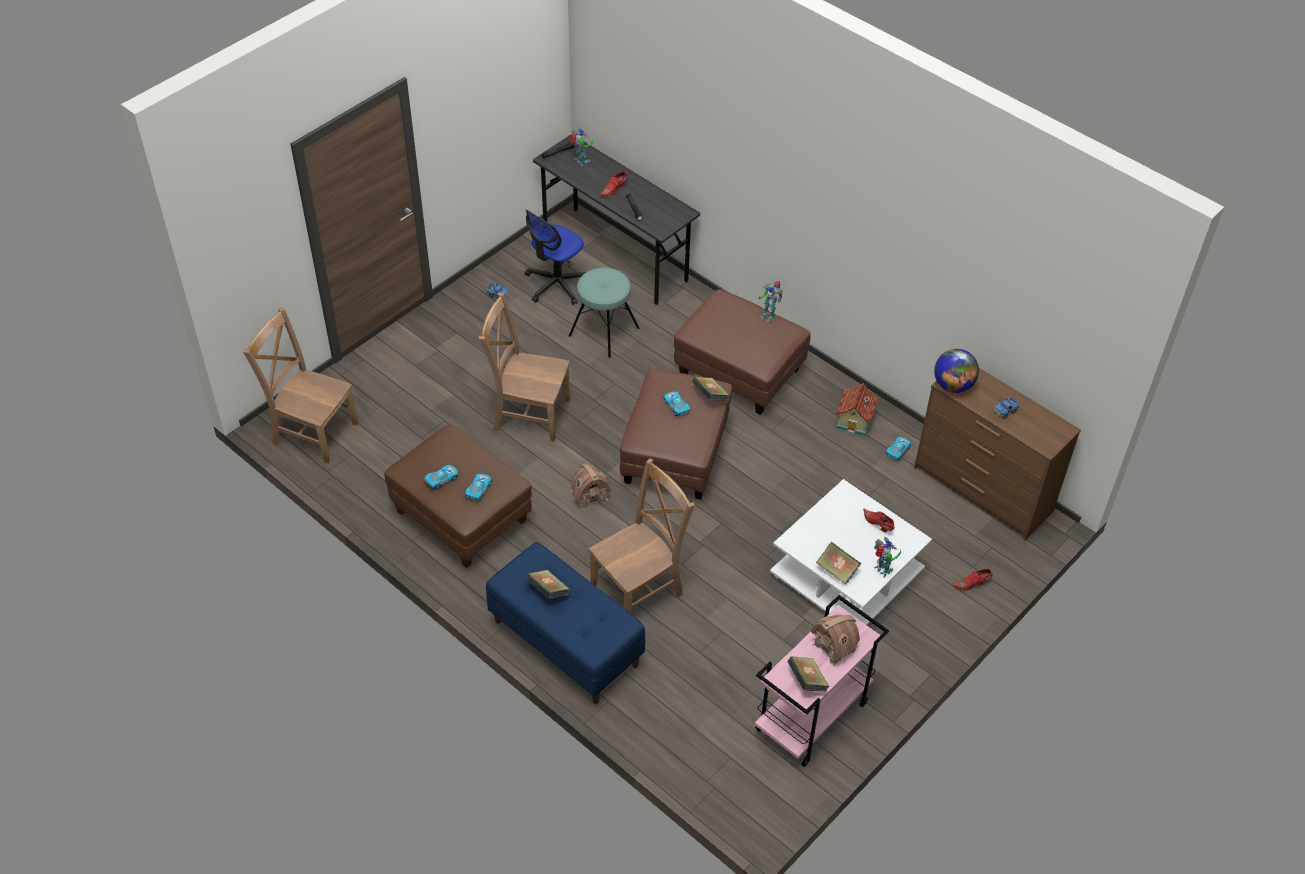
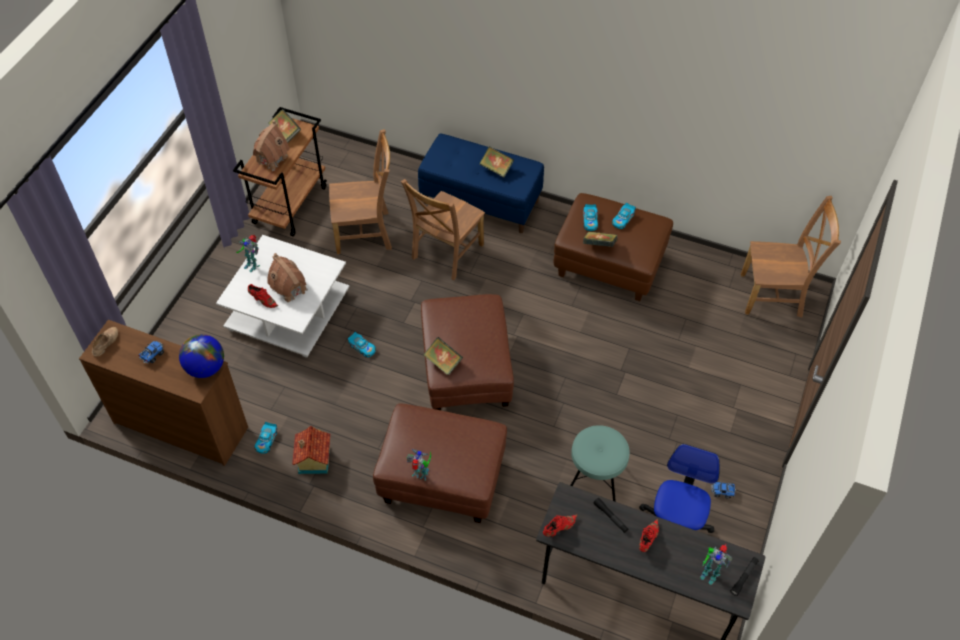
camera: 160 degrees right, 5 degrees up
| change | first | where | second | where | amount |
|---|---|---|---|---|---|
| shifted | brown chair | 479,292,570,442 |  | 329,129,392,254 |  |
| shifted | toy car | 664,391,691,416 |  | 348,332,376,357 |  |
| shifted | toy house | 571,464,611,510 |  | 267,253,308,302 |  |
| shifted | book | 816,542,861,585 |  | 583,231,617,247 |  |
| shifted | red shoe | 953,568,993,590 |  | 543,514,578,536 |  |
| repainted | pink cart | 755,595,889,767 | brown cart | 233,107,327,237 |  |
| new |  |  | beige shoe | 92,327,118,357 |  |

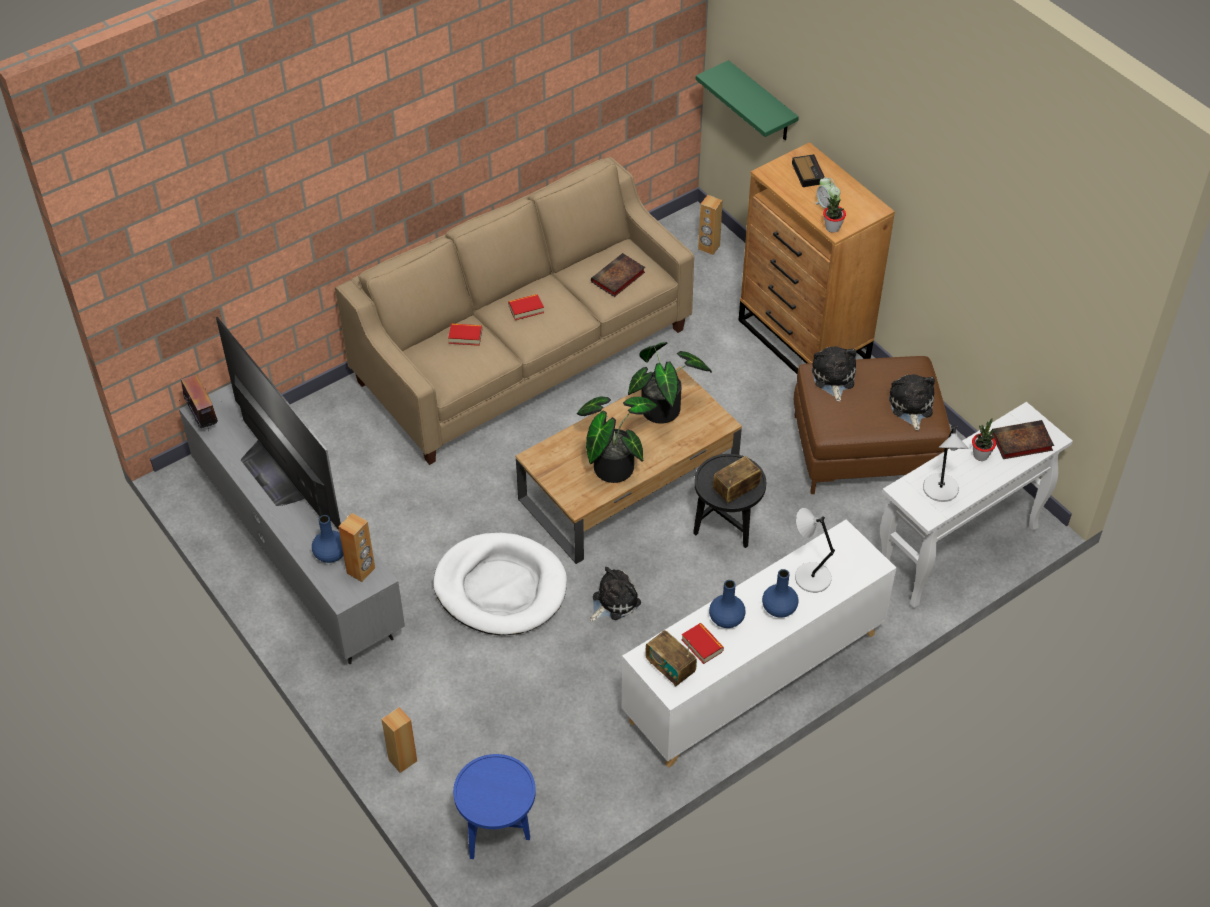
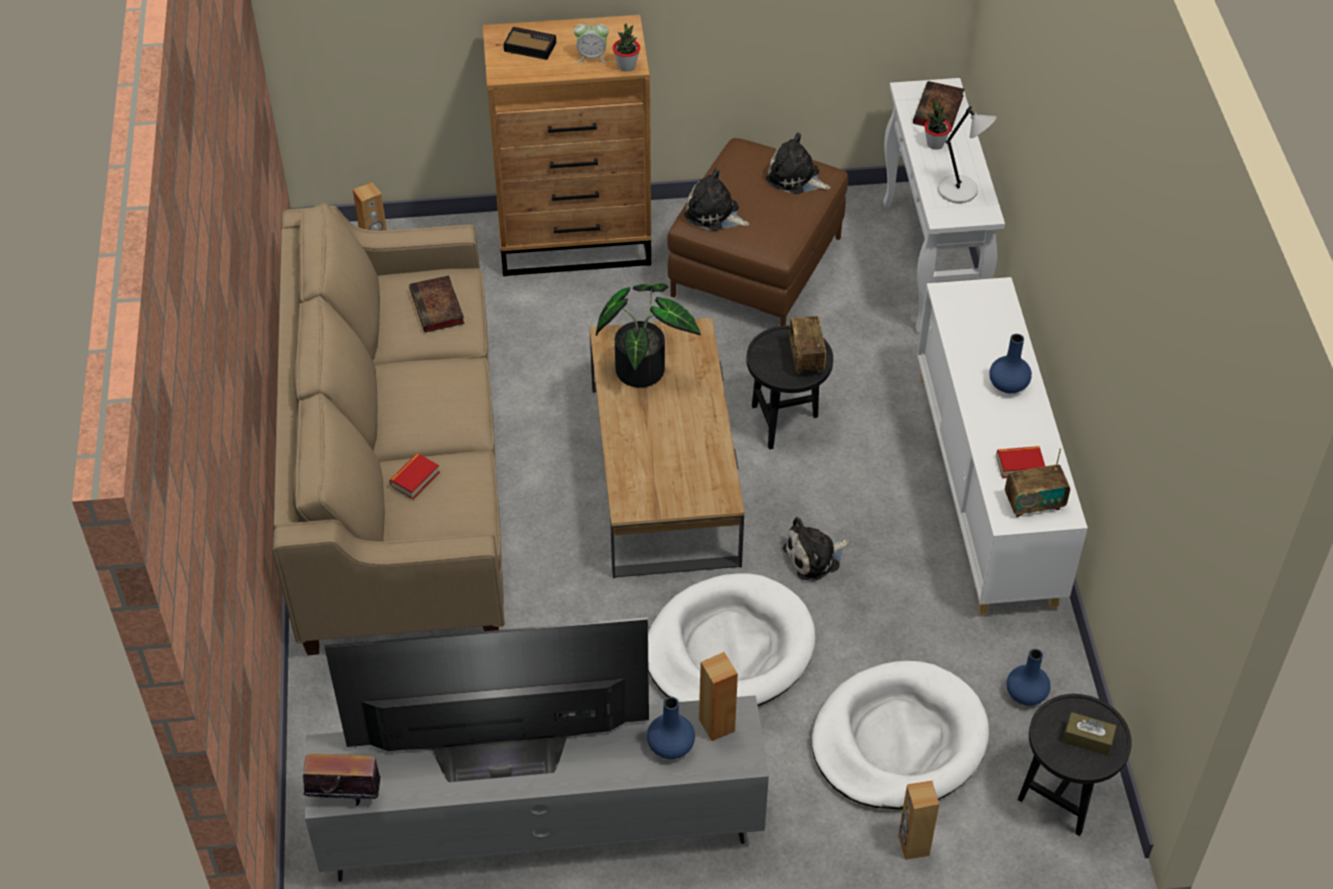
camera: 60 degrees left, 0 degrees up
| change | first | where | second | where | amount |
|---|---|---|---|---|---|
| gone | green shelf | 696,60,799,140 |  |  |  |
| gone | book | 508,294,544,320 |  |  |  |
| gone | potted plant | 577,396,658,483 |  |  |  |
| gone | grey table lamp | 795,508,835,593 |  |  |  |
| rotated | plush toy | 590,567,641,621 |  | 783,517,849,581 | 105 degrees counterclockwise |
| shifted | blue vase | 709,580,746,628 |  | 1007,649,1051,706 |  |
| repainted | blue side table | 453,754,536,859 | black side table | 1018,694,1132,836 |  |
| new |  |  | white dog bed | 812,661,989,810 |  |
| new |  |  | brown tissue box | 1063,712,1117,756 |  |

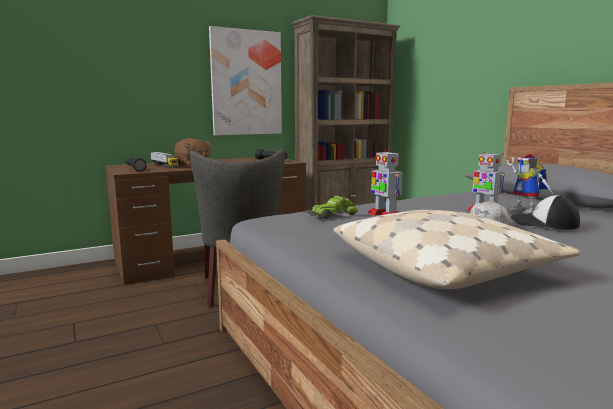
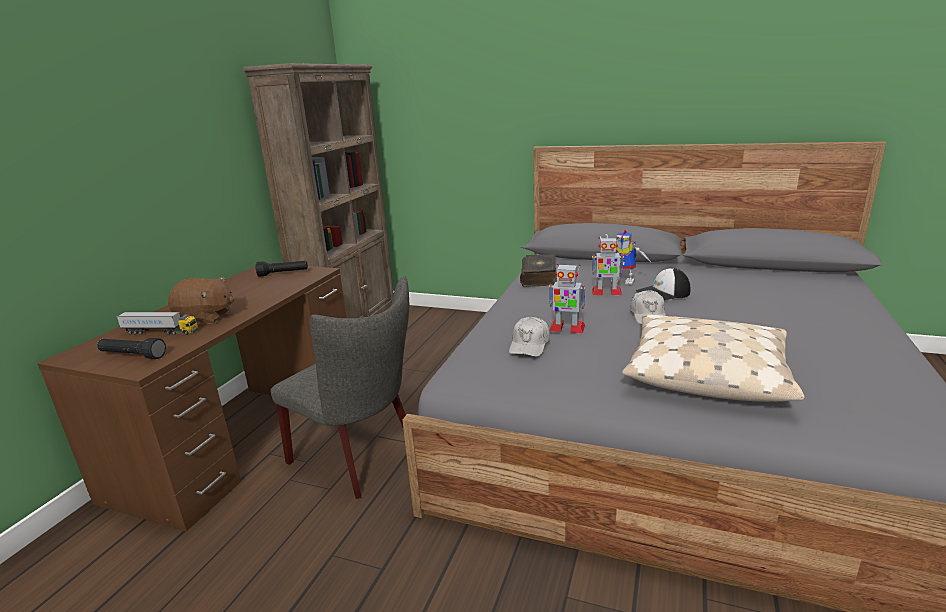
camera: 40 degrees left, 10 degrees up
| change | first | where | second | where | amount |
|---|---|---|---|---|---|
| gone | picture | 209,26,282,135 |  |  |  |
| swapped | toy car | 306,196,362,219 | white cap | 509,317,550,357 |  |
| new |  |  | book | 520,254,557,287 |  |

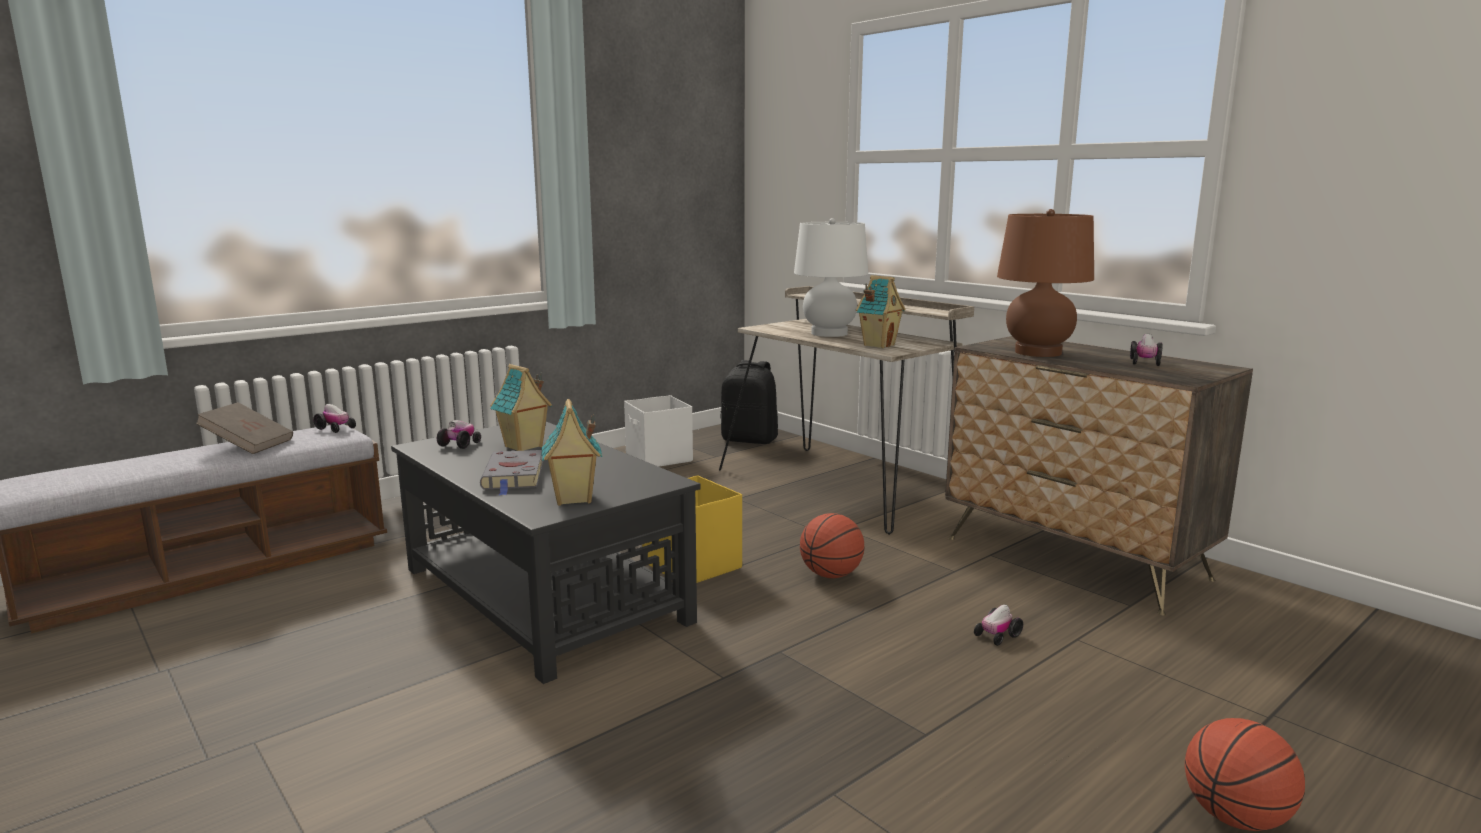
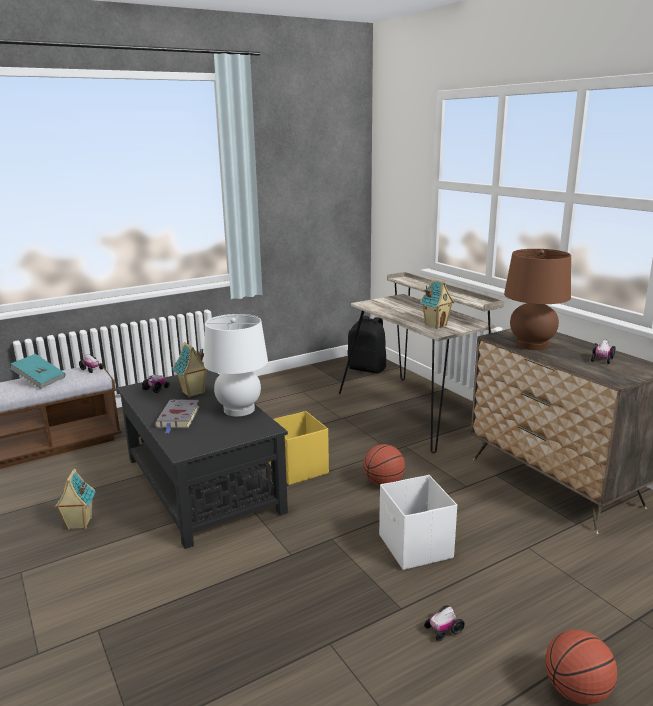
camera: 10 degrees right, 5 degrees up
| change | first | where | second | where | amount |
|---|---|---|---|---|---|
| shifted | white table lamp | 794,218,868,337 |  | 204,314,268,416 |  |
| shifted | white storage box | 624,395,693,467 |  | 379,475,457,570 |  |
| shifted | toy house | 541,399,602,506 |  | 54,468,95,530 |  |
| repainted | brown book | 196,402,293,454 | turquoise book | 10,354,65,389 |  |
| shifted | toy car | 974,605,1023,646 |  | 424,606,465,641 |  |

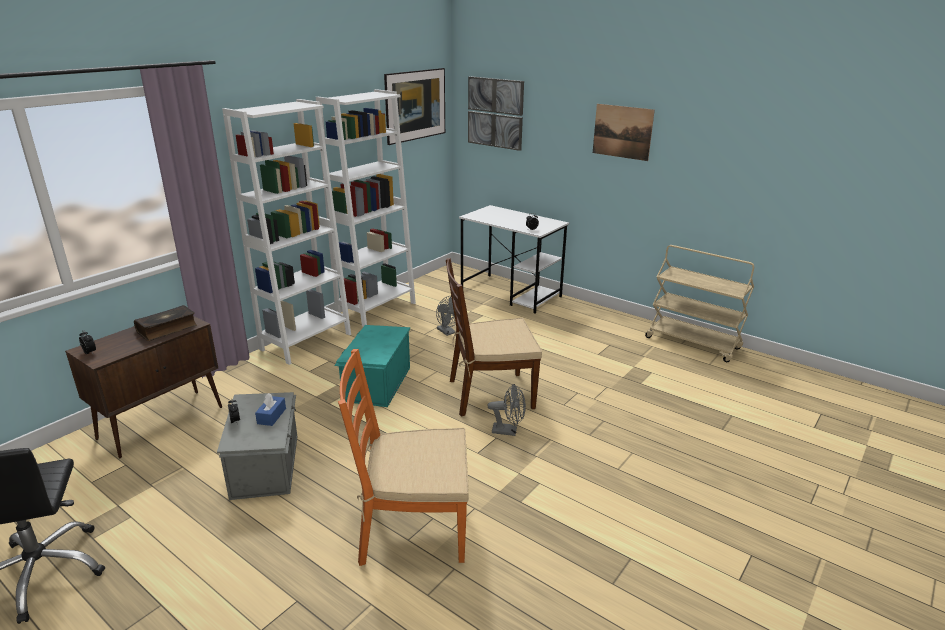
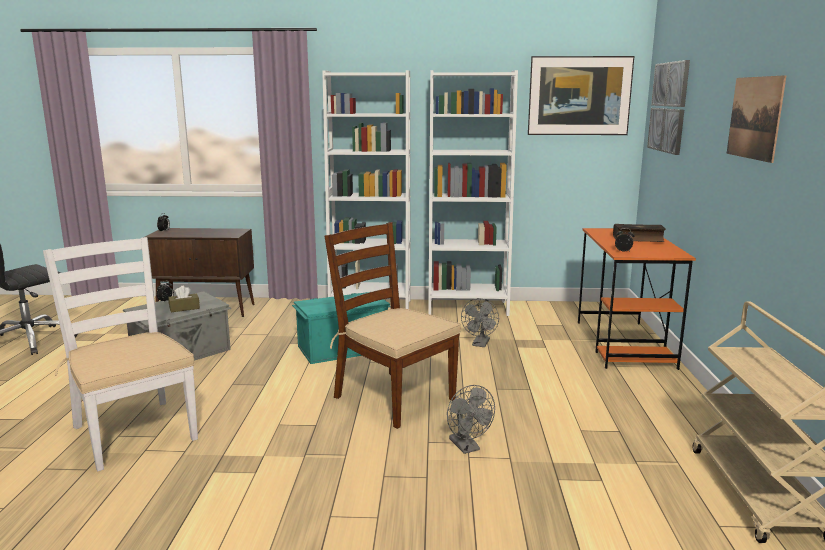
camera: 55 degrees right, 10 degrees down
| change | first | where | second | where | amount |
|---|---|---|---|---|---|
| repainted | white desk | 459,205,569,314 | orange desk | 578,228,696,370 |  |
| shifted | book | 134,305,197,341 |  | 613,224,666,242 |  |
| repainted | orange chair | 338,349,469,566 | white chair | 43,237,198,471 |  |
| shifted | grey fan | 488,384,526,436 |  | 447,385,495,454 |  |
| repainted | blue tissue box | 255,393,286,426 | brown tissue box | 168,286,200,312 |  |

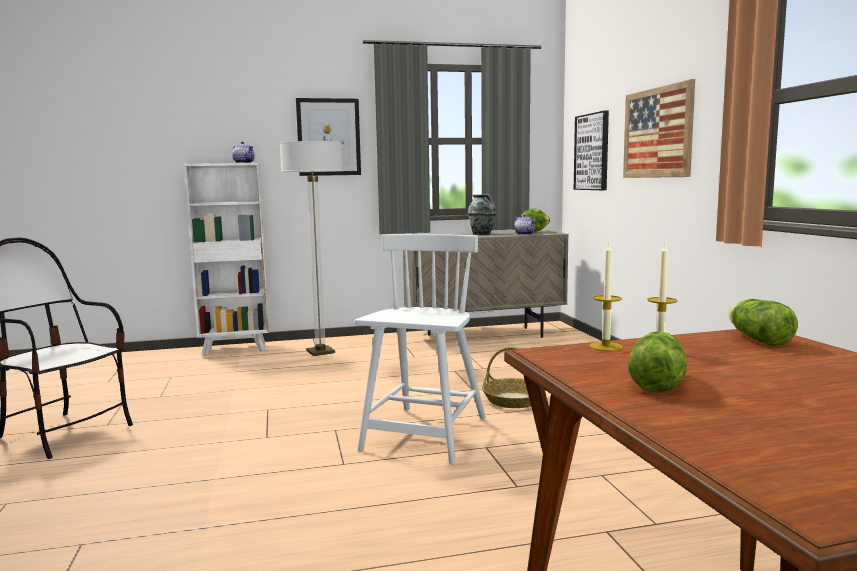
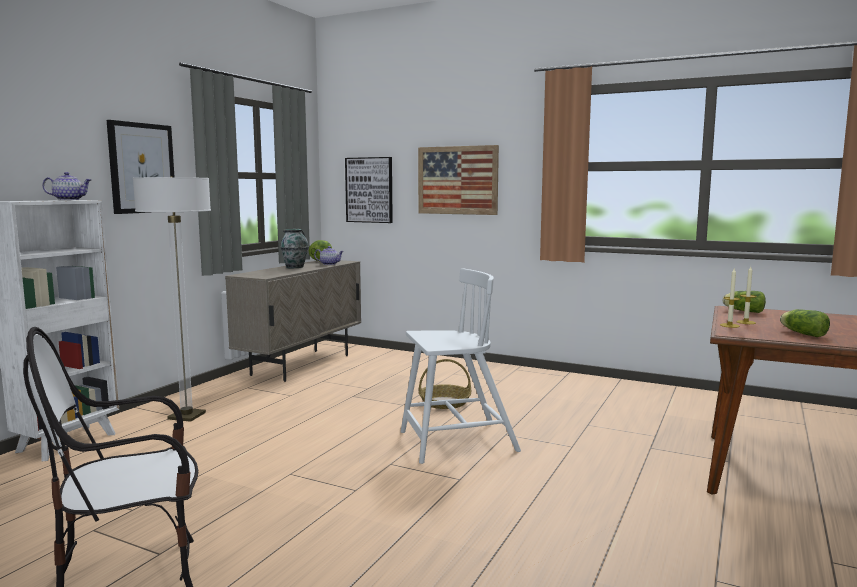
camera: 50 degrees left, 0 degrees up
| change | first | where | second | where | amount |
|---|---|---|---|---|---|
| rotated | white chair | 355,234,486,464 |  | 401,268,521,464 | 105 degrees clockwise |

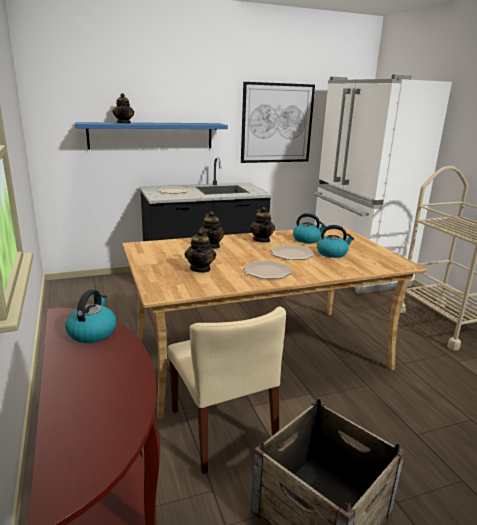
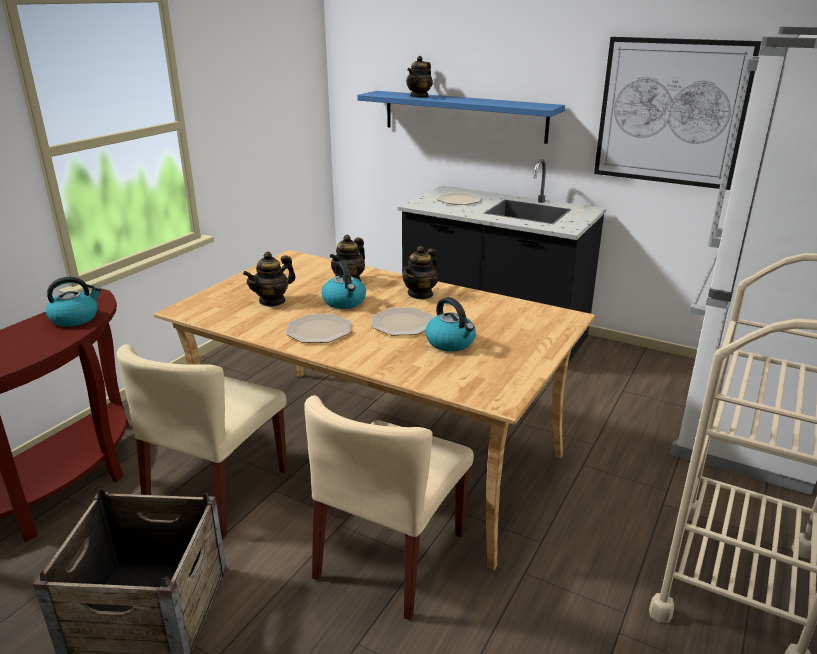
camera: 50 degrees right, 5 degrees up
| change | first | where | second | where | amount |
|---|---|---|---|---|---|
| shifted | kettle | 293,213,327,243 |  | 322,261,366,309 |  |
| new |  |  | beige chair | 304,395,474,621 |  |

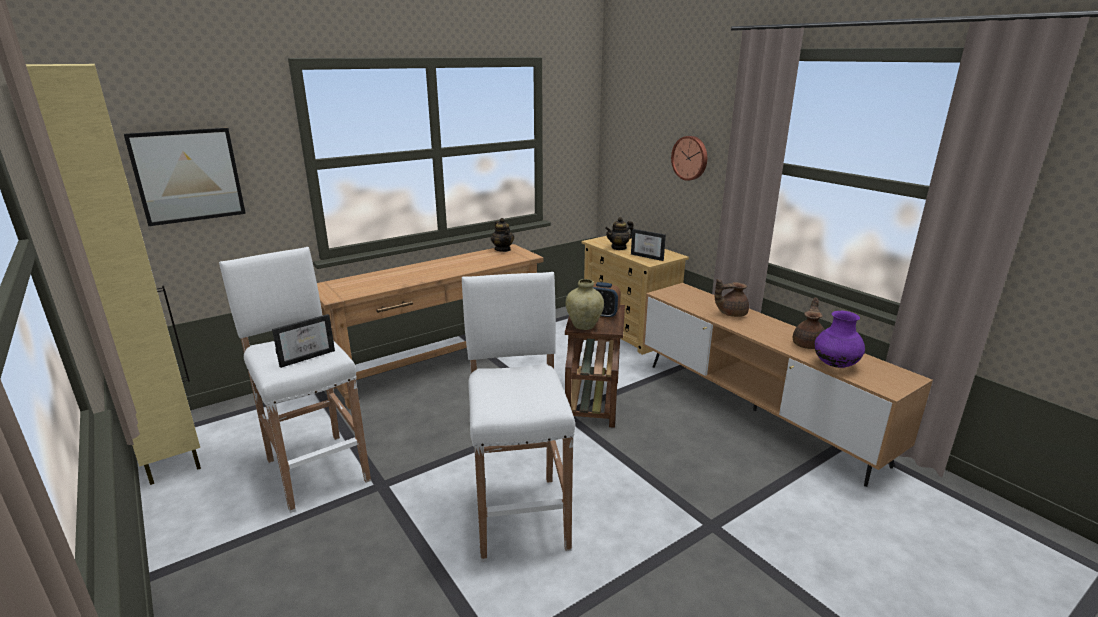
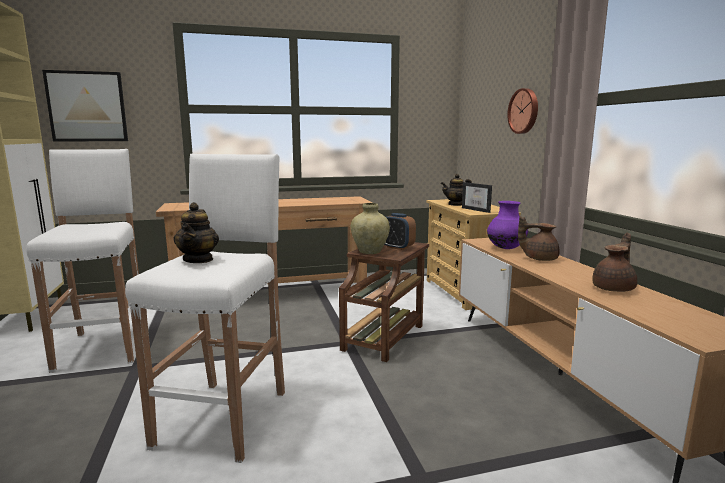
camera: 20 degrees right, 10 degrees down
| change | first | where | second | where | amount |
|---|---|---|---|---|---|
| shifted | teapot | 491,218,514,252 |  | 174,202,219,263 |  |
| shifted | purple vase | 815,311,865,368 |  | 487,201,528,249 |  |
| gone | picture frame | 272,314,335,368 |  |  |  |

